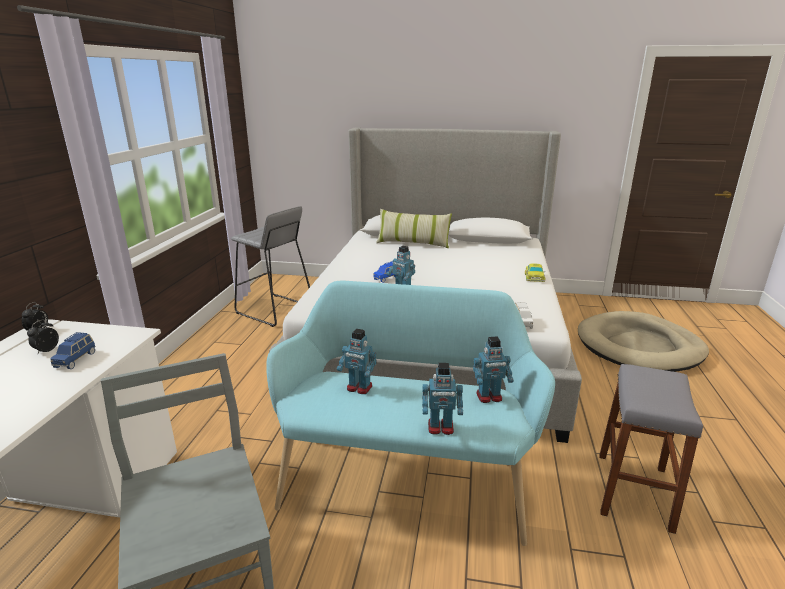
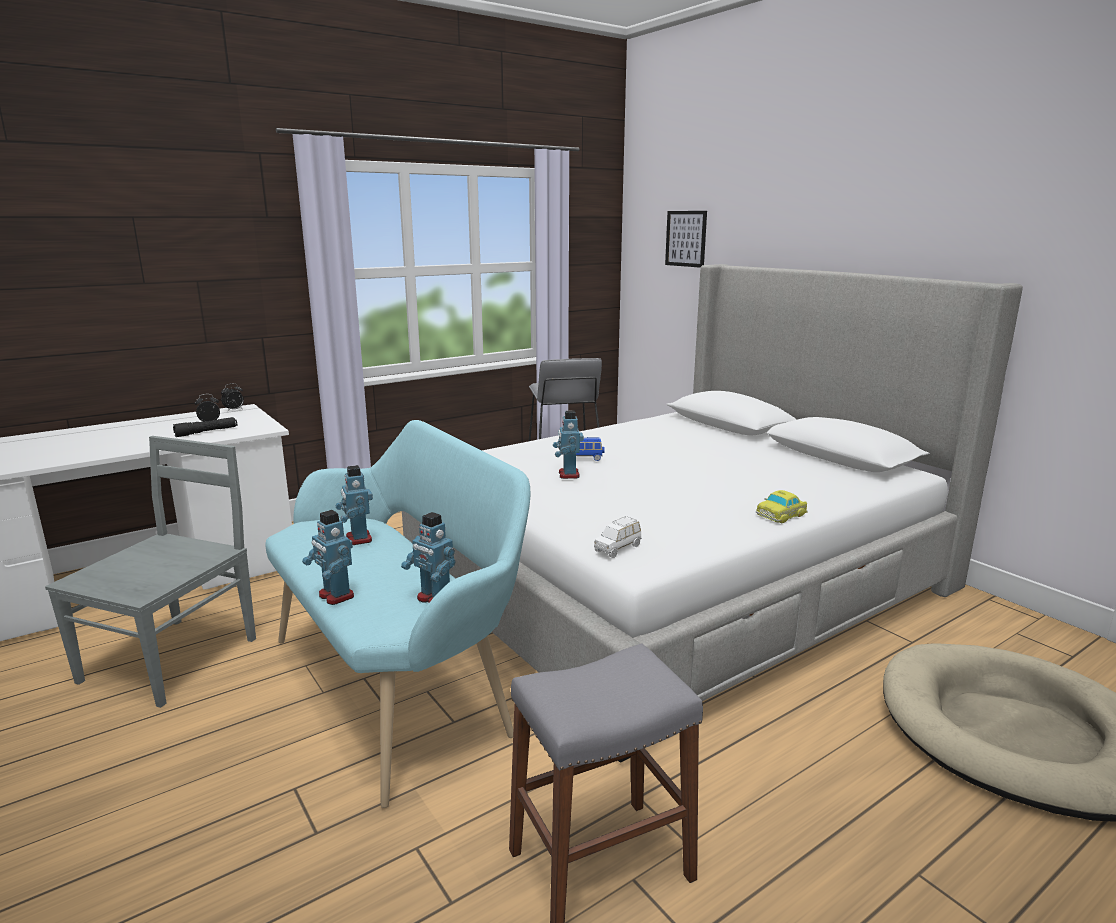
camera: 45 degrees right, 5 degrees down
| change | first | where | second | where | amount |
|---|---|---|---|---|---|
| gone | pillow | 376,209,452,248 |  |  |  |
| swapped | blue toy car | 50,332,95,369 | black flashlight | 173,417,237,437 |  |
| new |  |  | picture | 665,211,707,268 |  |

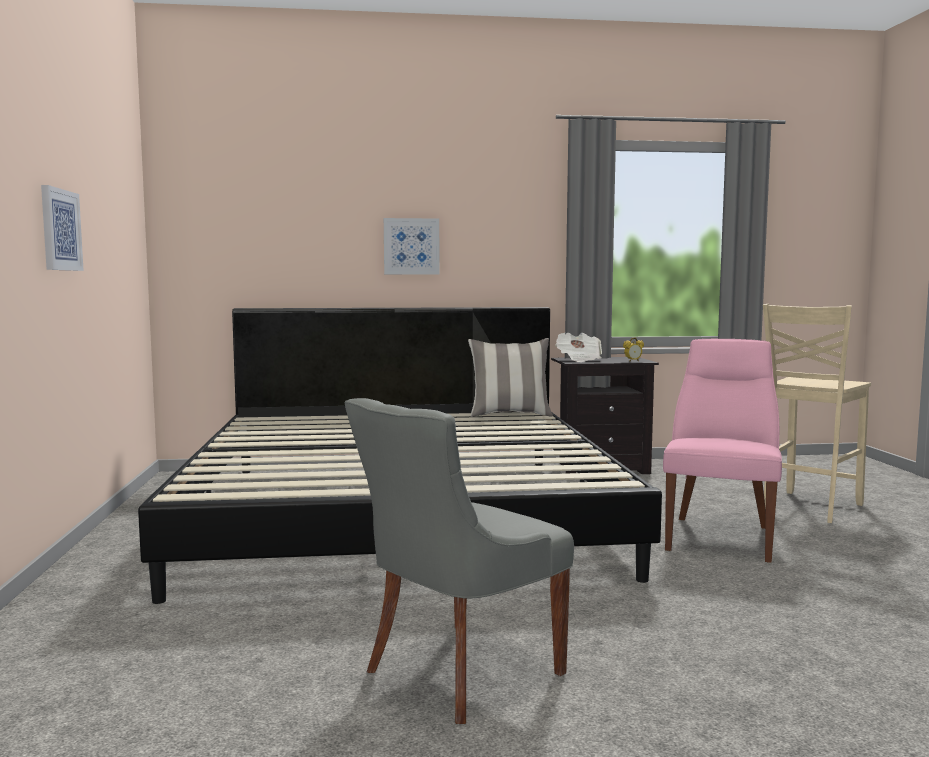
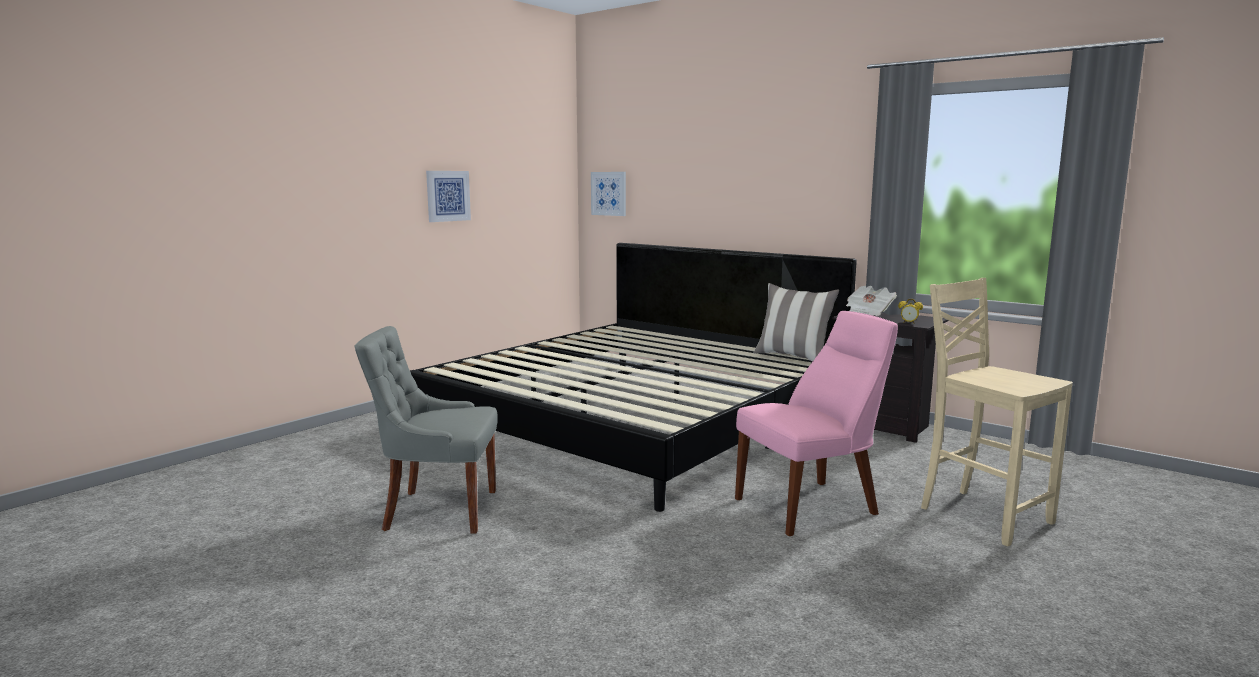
camera: 45 degrees right, 5 degrees up
| change | first | where | second | where | amount |
|---|---|---|---|---|---|
| shifted | picture | 384,218,440,274 |  | 591,172,626,216 |  |
| rotated | beige chair | 763,304,871,523 |  | 921,278,1073,546 | 60 degrees clockwise |

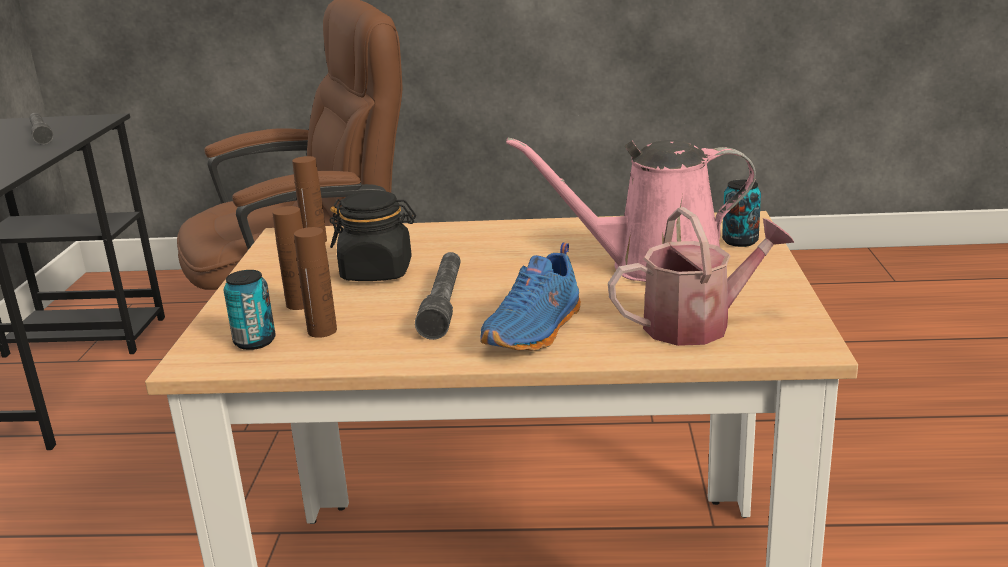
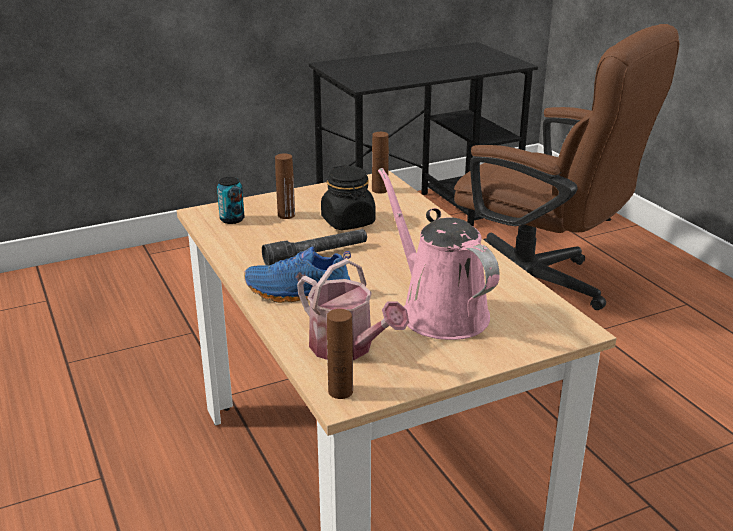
camera: 60 degrees right, 5 degrees up
| change | first | where | second | where | amount |
|---|---|---|---|---|---|
| gone | grey flashlight | 29,113,53,145 |  |  |  |
| gone | can | 722,179,761,247 |  |  |  |
| shifted | brown bottle | 294,227,337,338 |  | 327,309,353,399 |  |

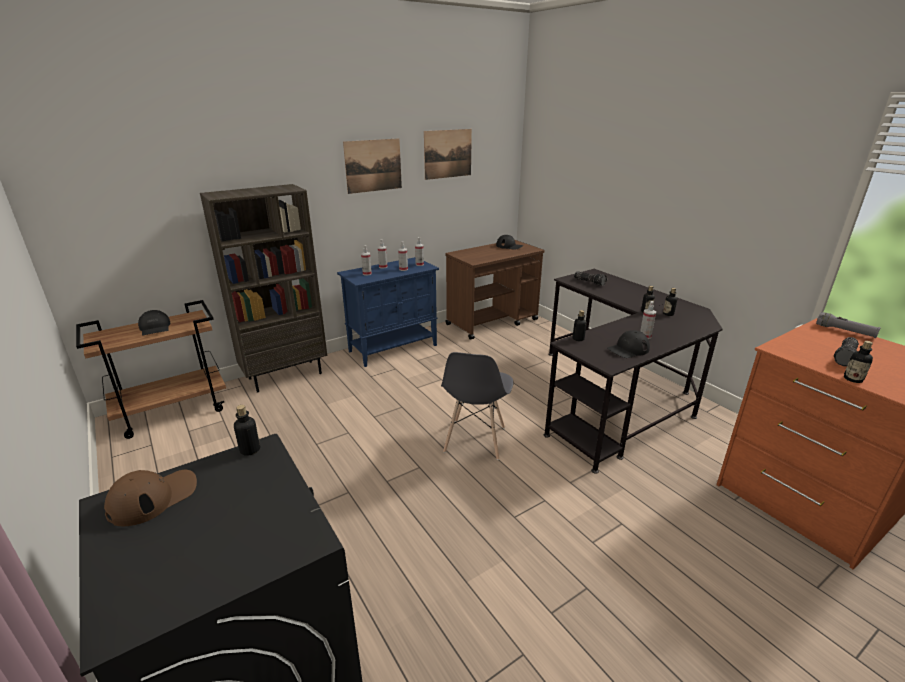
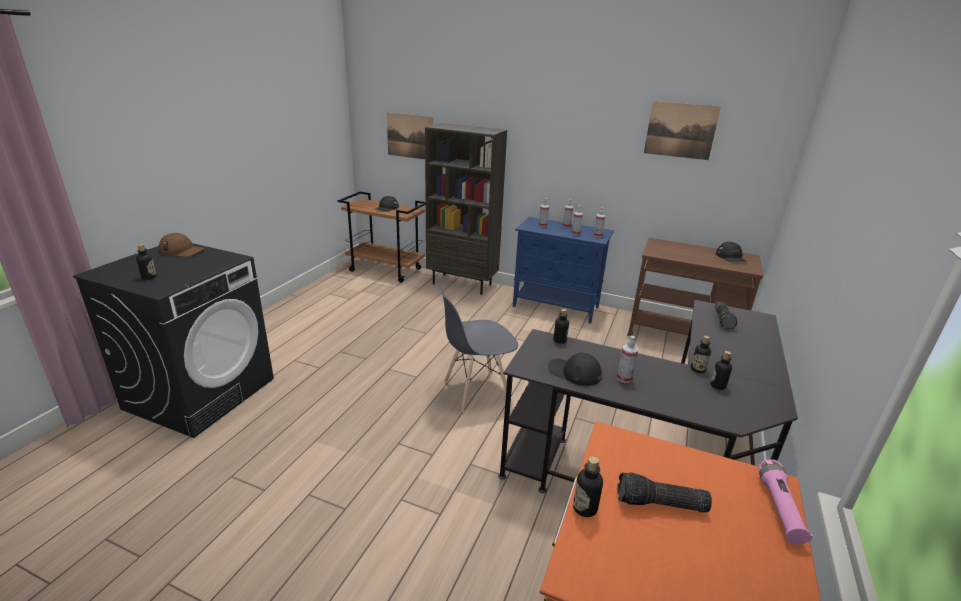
camera: 55 degrees right, 0 degrees up
| change | first | where | second | where | amount |
|---|---|---|---|---|---|
| shifted | picture | 343,138,402,194 |  | 387,112,433,160 |  |
| repainted | grey flashlight | 816,312,881,338 | pink flashlight | 758,459,813,545 |  |
| shifted | bottle | 234,405,260,456 |  | 136,244,157,280 |  |

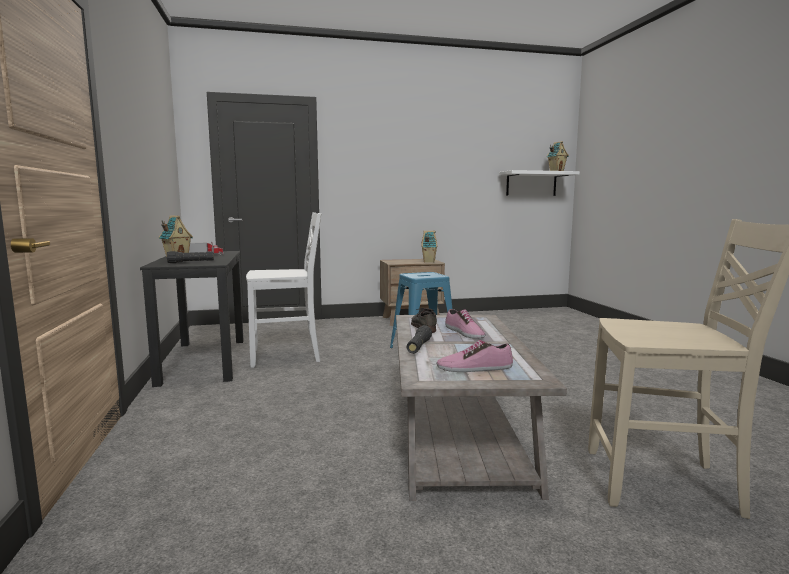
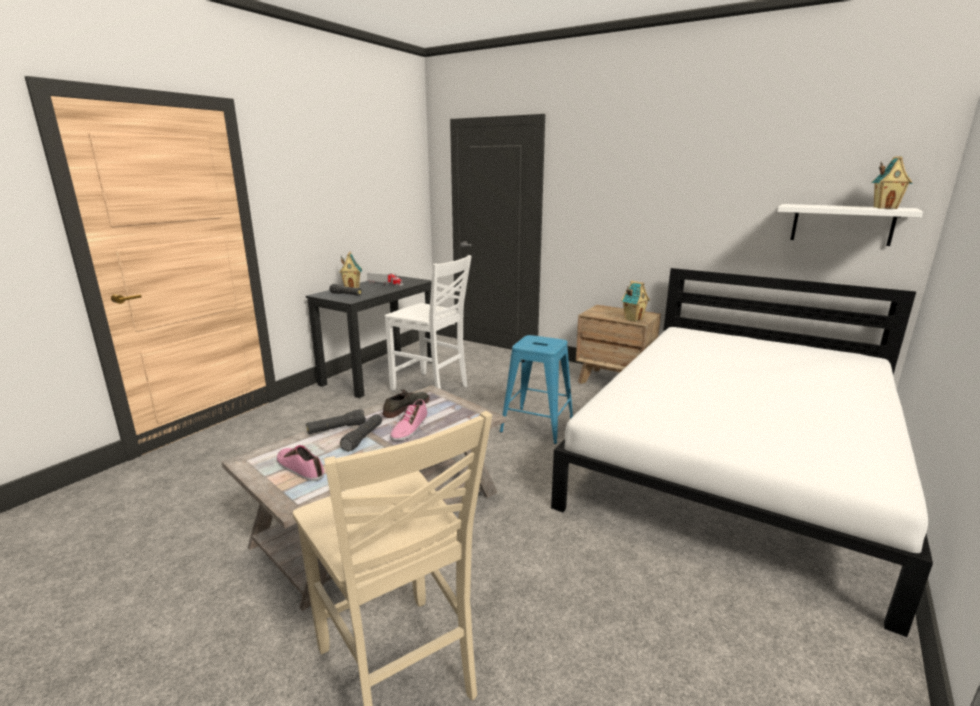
camera: 45 degrees right, 10 degrees up
| change | first | where | second | where | amount |
|---|---|---|---|---|---|
| new |  |  | white bed | 551,268,933,637 |  |
| new |  |  | black flashlight | 340,414,382,452 |  |

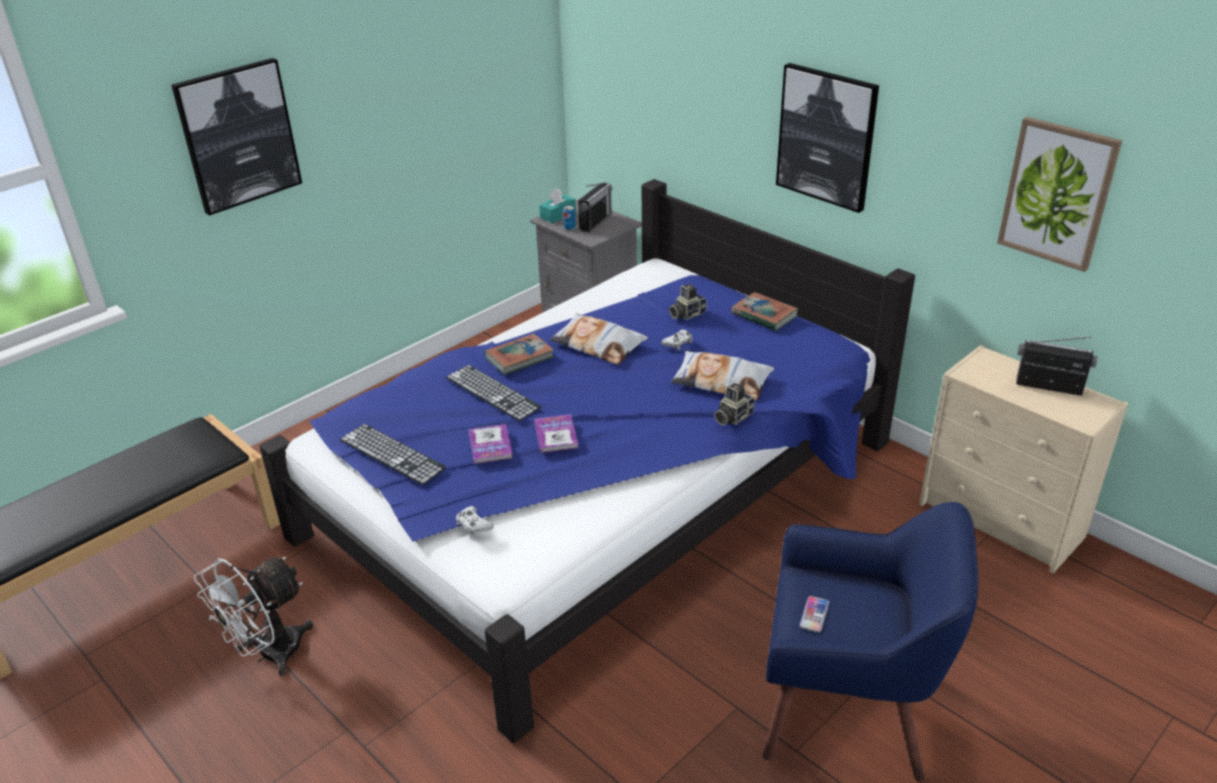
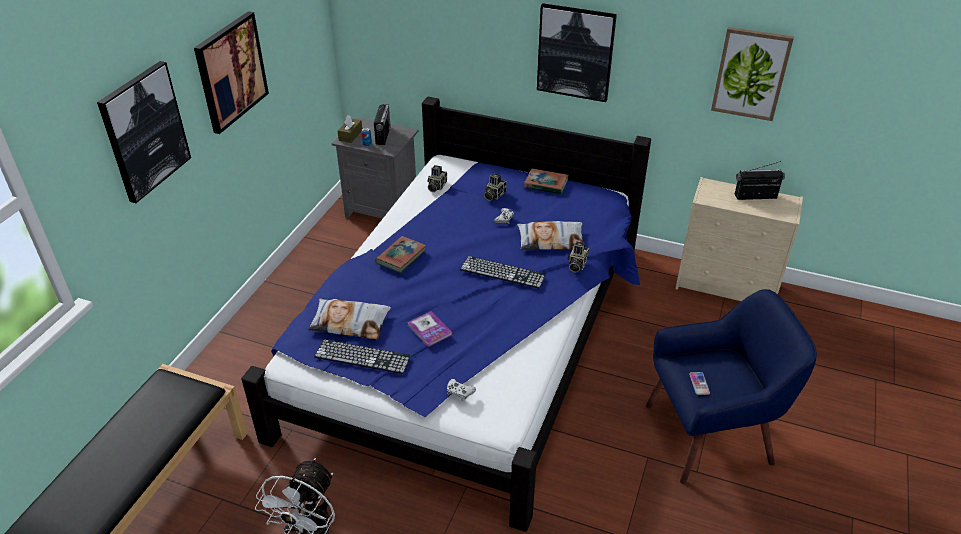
camera: 25 degrees left, 5 degrees up
| change | first | where | second | where | amount |
|---|---|---|---|---|---|
| repainted | turquoise tissue box | 539,188,576,223 | brown tissue box | 338,115,362,143 |  |
| shifted | pillow | 549,314,648,365 |  | 308,298,391,339 |  |
| shifted | keyboard | 446,365,542,421 |  | 460,256,546,289 |  |
| gone | book | 534,414,578,453 |  |  |  |
| new |  |  | picture | 194,11,269,134 |  |
| new |  |  | photo camera | 427,165,447,192 |  |

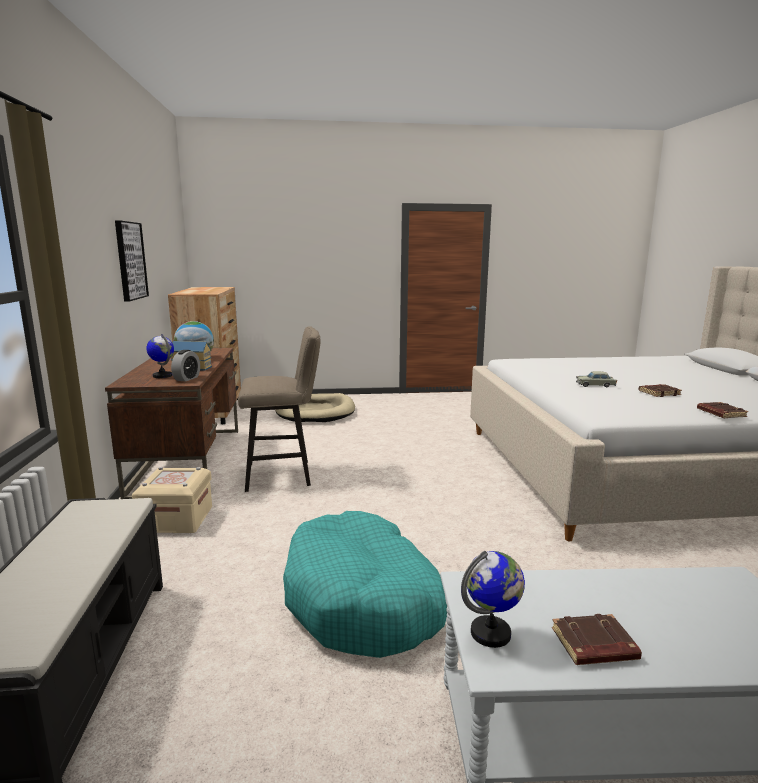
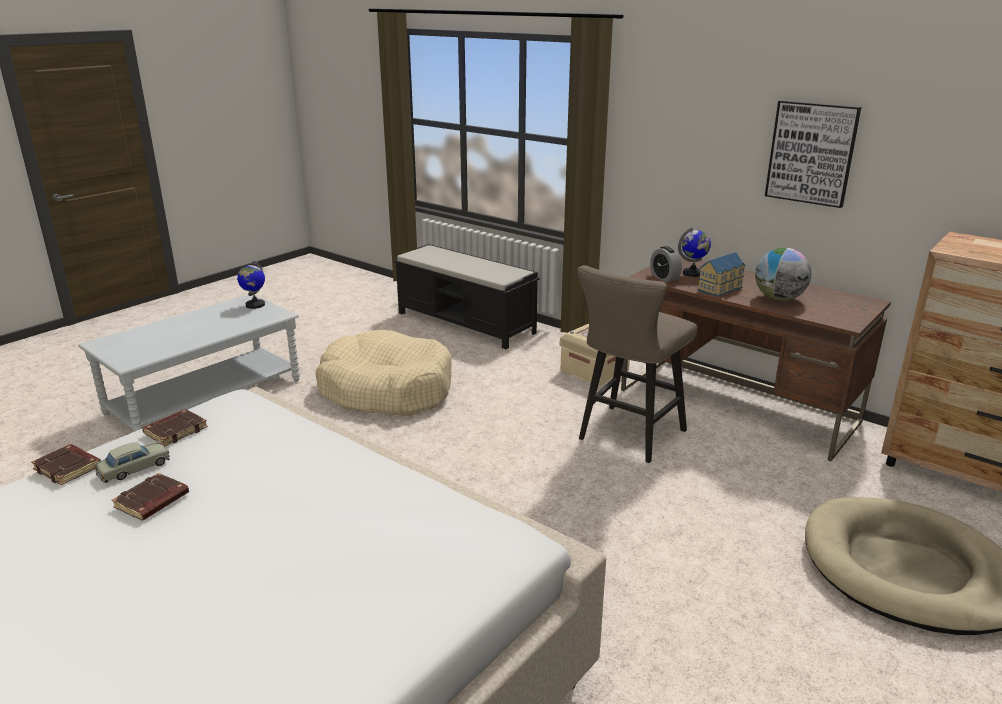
camera: 135 degrees right, 10 degrees up
| change | first | where | second | where | amount |
|---|---|---|---|---|---|
| shifted | beige toy car | 576,371,617,387 |  | 93,440,170,483 |  |
| repainted | turquoise dog bed | 283,511,447,658 | beige dog bed | 316,330,452,416 |  |
| shifted | brown book | 552,614,642,665 |  | 142,409,208,446 |  |

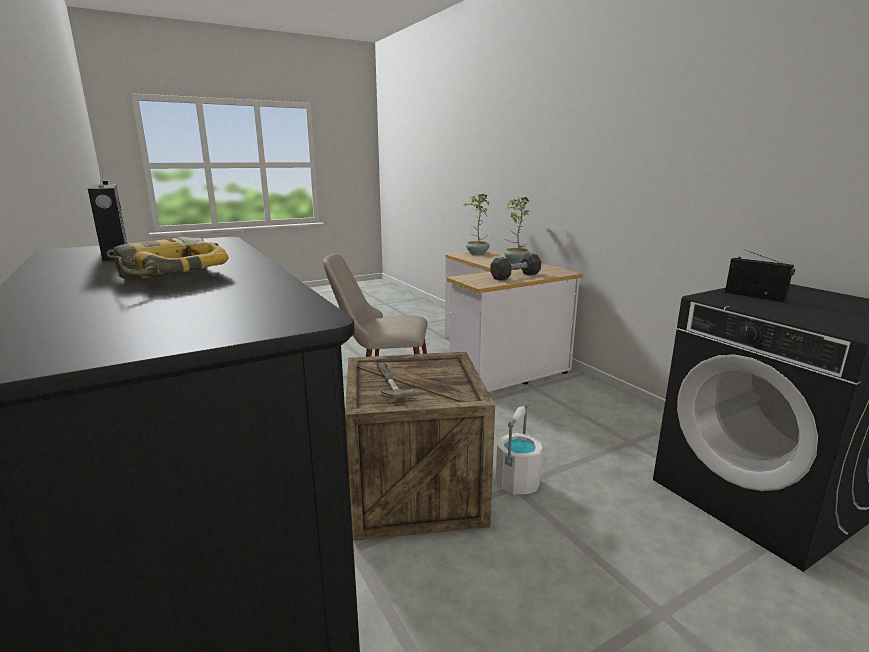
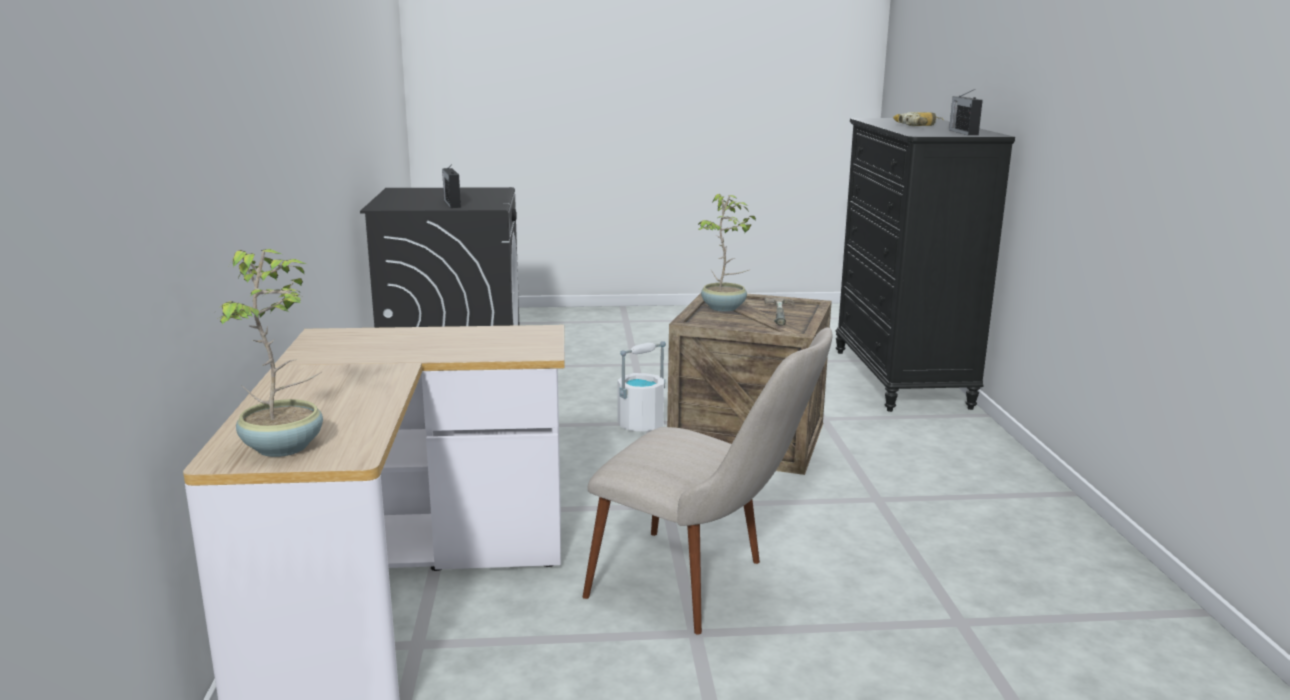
camera: 155 degrees left, 0 degrees up
| change | first | where | second | where | amount |
|---|---|---|---|---|---|
| shifted | potted plant | 504,197,530,263 |  | 697,194,756,312 |  |
| gone | black dumbbell | 490,253,541,280 |  |  |  |

